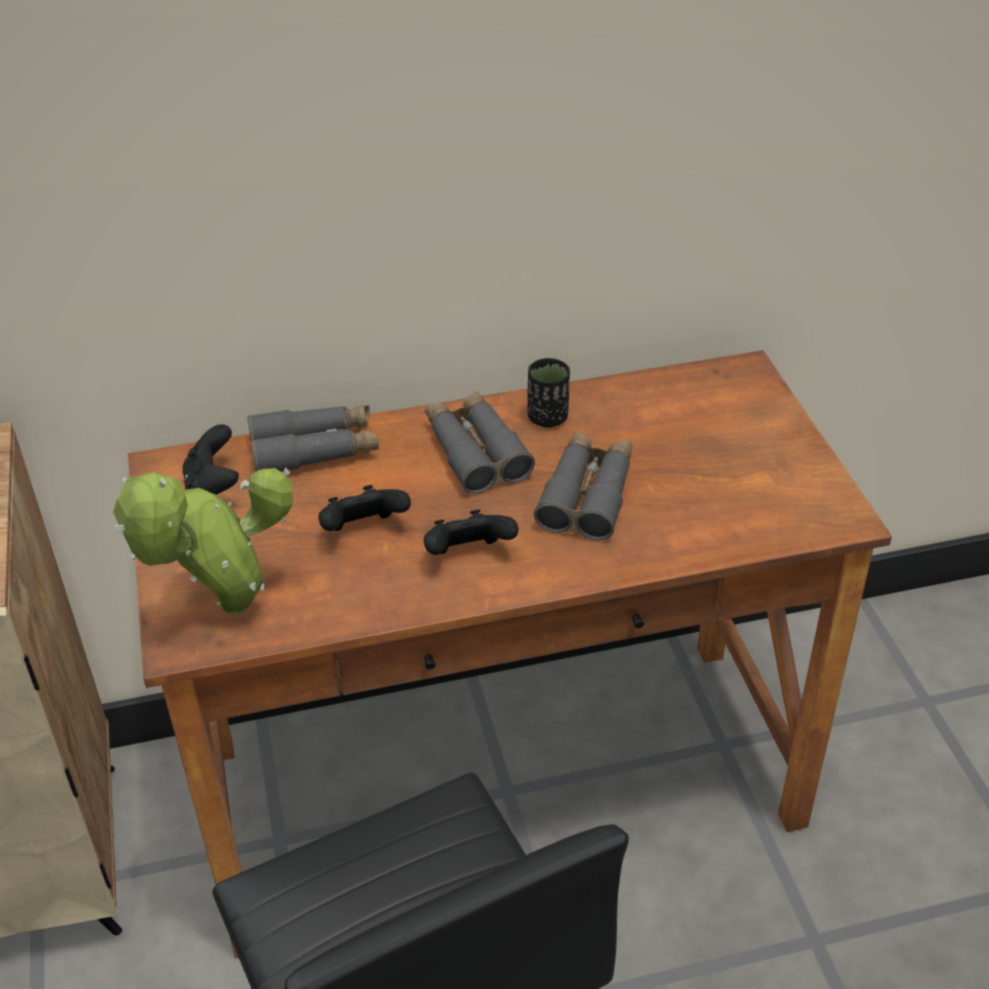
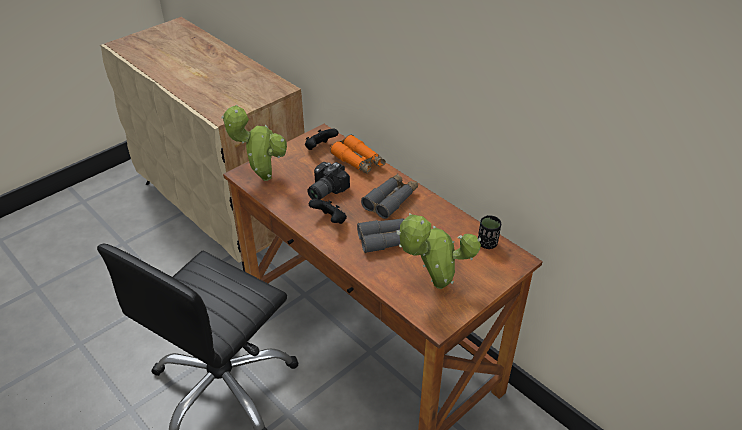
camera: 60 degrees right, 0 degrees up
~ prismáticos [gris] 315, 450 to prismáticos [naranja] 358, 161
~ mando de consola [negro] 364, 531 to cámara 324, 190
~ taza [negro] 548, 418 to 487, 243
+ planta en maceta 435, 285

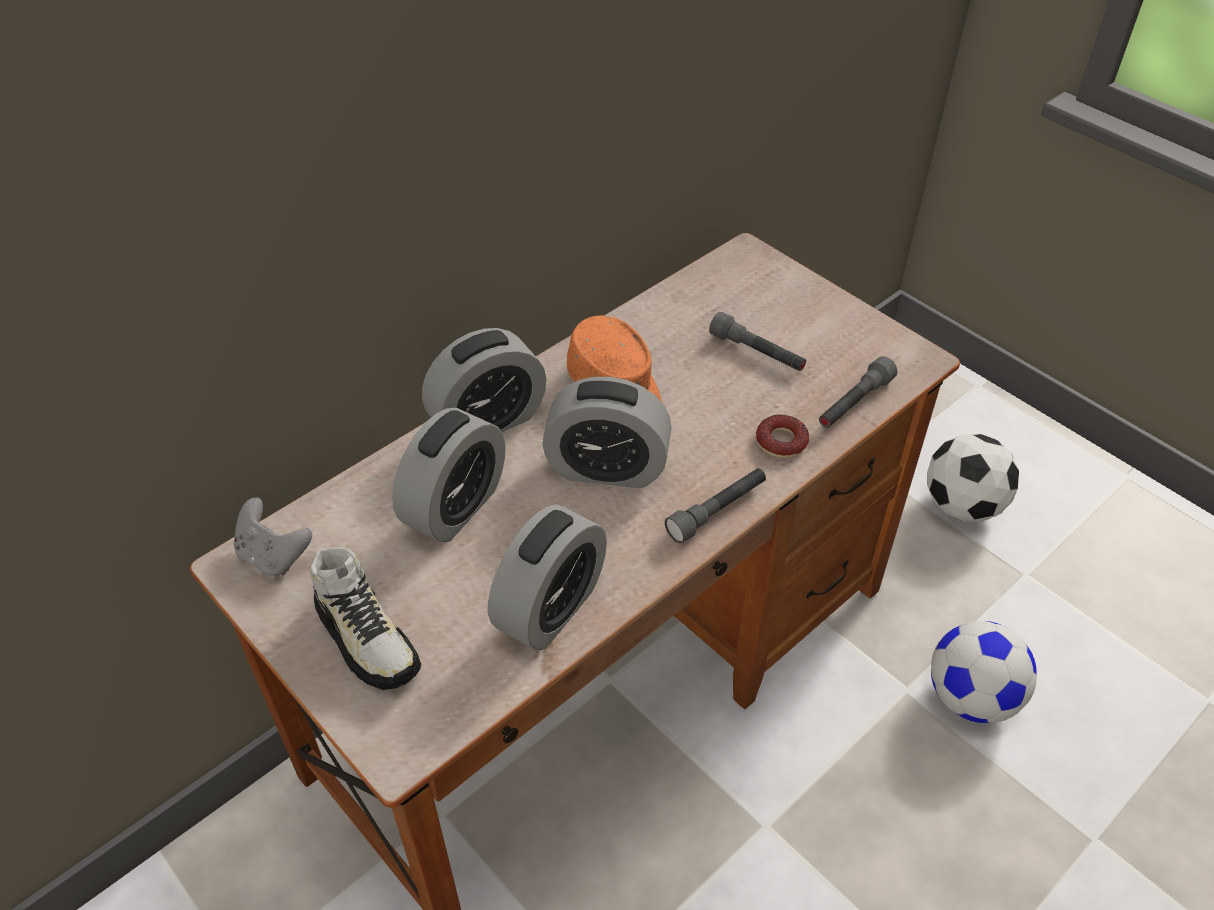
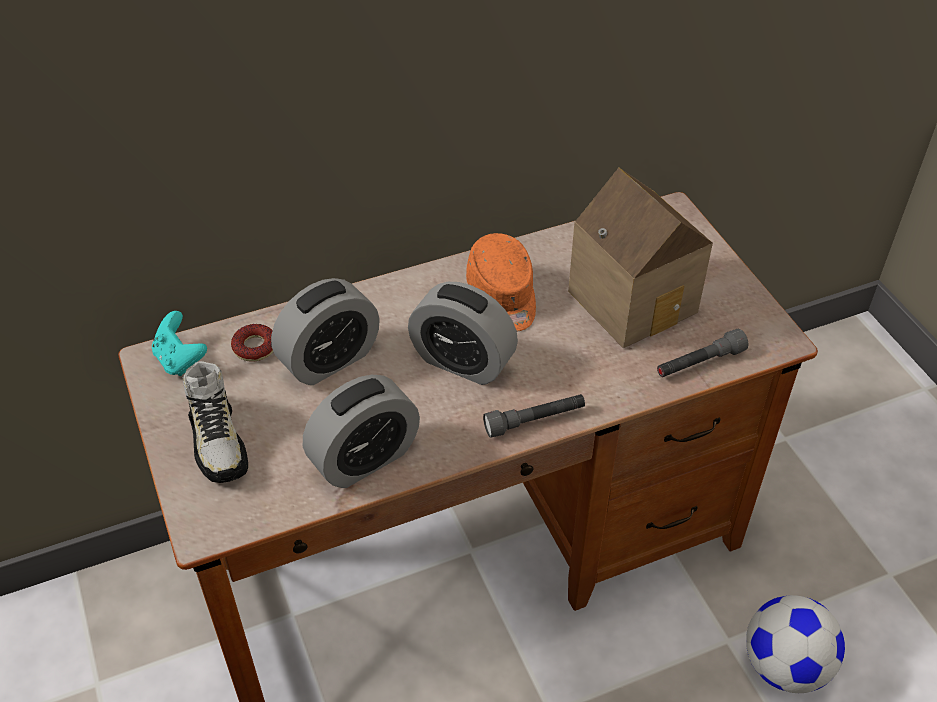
camera: 20 degrees right, 0 degrees up
~ mando de consola [gris] 274, 556 to mando de consola [turquesa] 180, 360
- despertador 488, 421
~ linterna [gris] 757, 353 to casita 636, 299
~ rosquilla 781, 442 to 255, 347
- balón de fútbol 962, 505

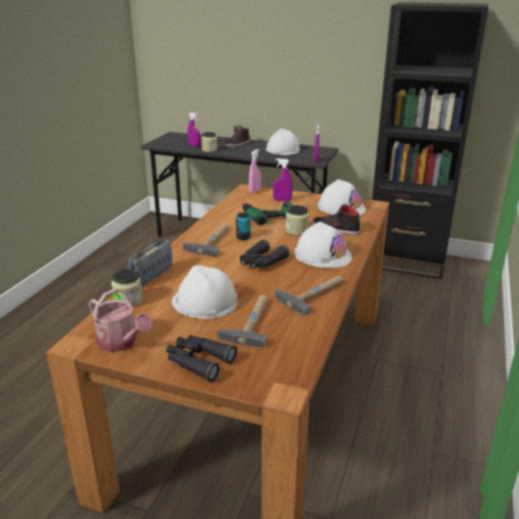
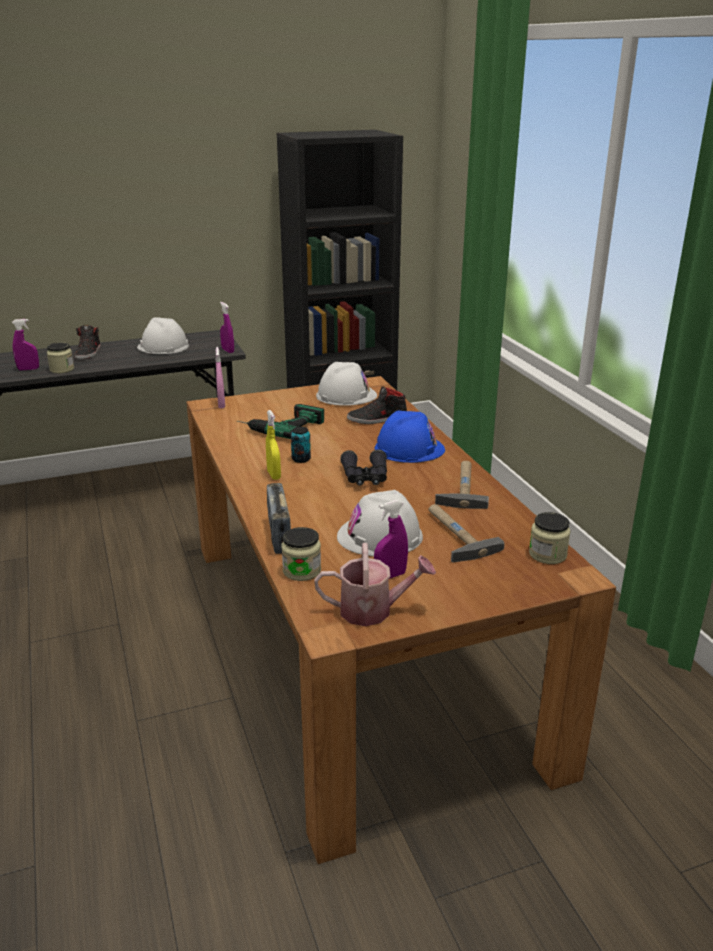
camera: 40 degrees left, 0 degrees up
- prismáticos [negro] 198, 361
~ martillo 211, 241 to pulverizador [amarillo] 274, 475
~ pulverizador [morado] 282, 201 to 390, 576
~ tarro 297, 231 to 547, 554
~ casco [blanco] 322, 255 to casco [azul] 409, 449

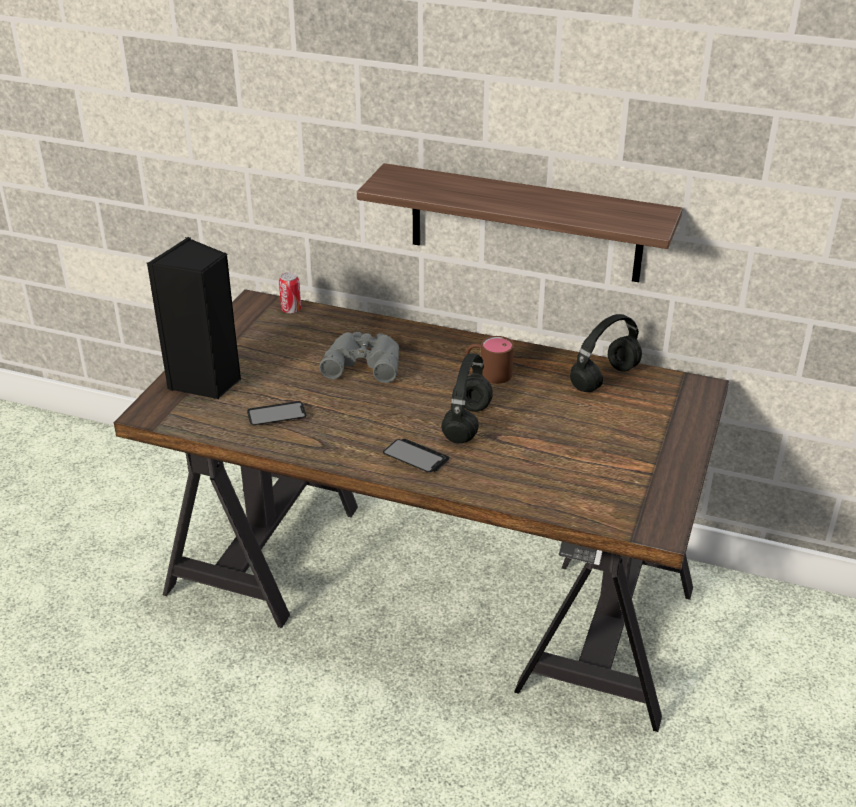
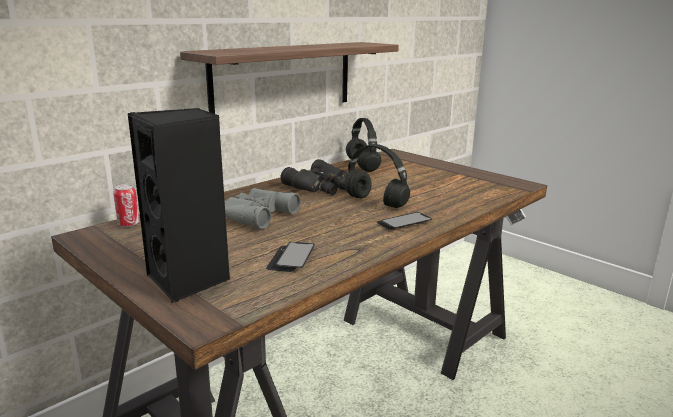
camera: 65 degrees left, 15 degrees down
~ taza grande [marrón] 488, 373 to prismáticos [negro] 321, 186

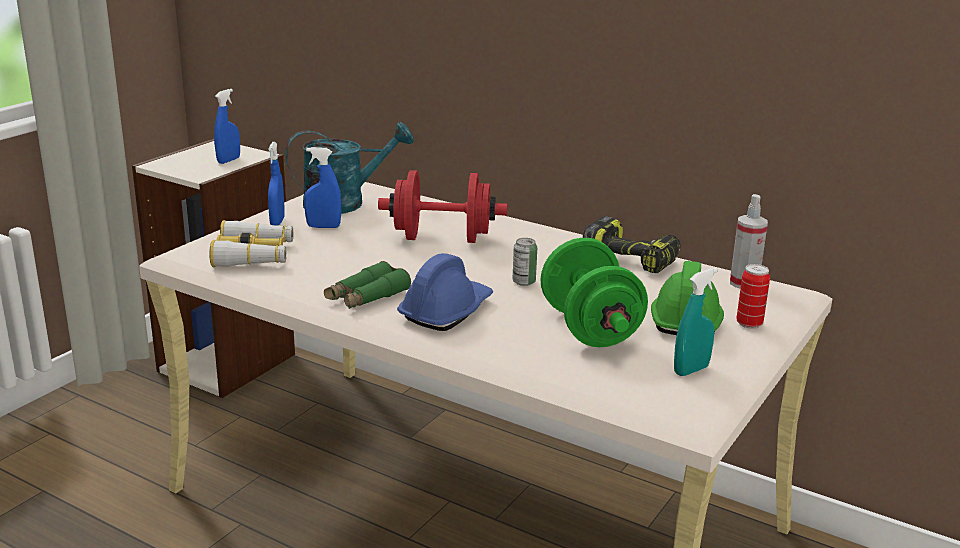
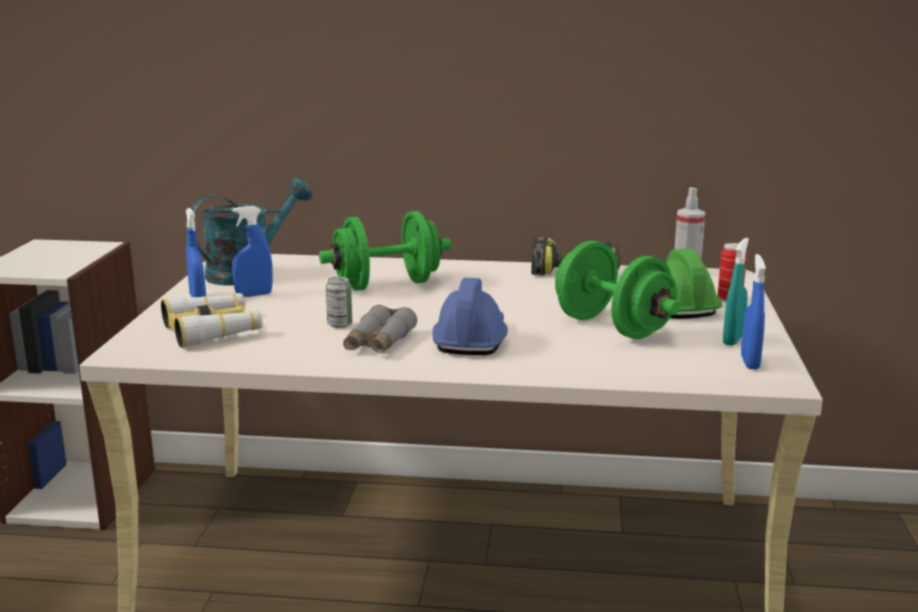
camera: 25 degrees left, 5 degrees down
~ pulverizador [azul] 228, 160 to 750, 362
~ prismáticos [verde] 366, 297 to prismáticos [gris] 379, 342
~ mancuerna [rojo] 442, 238 to mancuerna [verde] 387, 285
~ lata 524, 282 to 340, 324

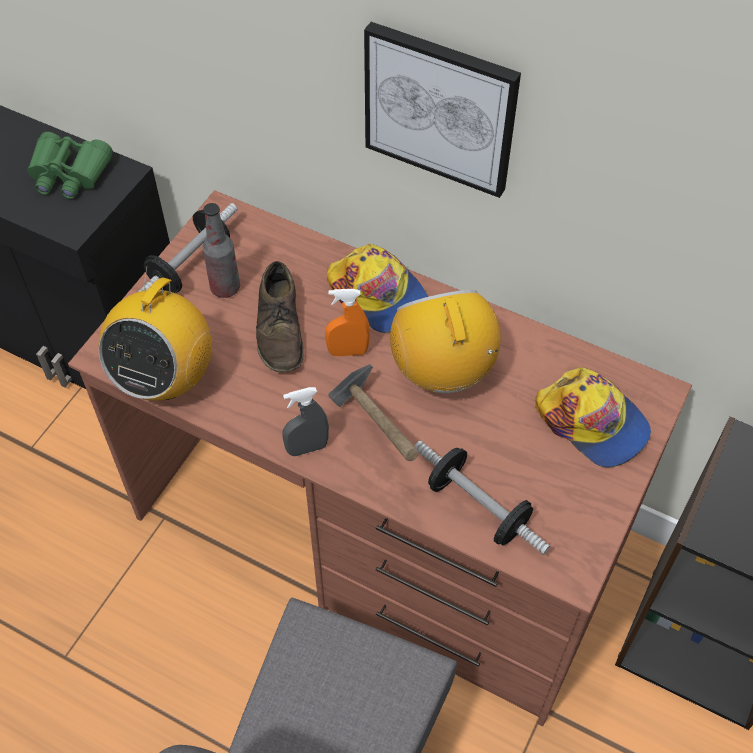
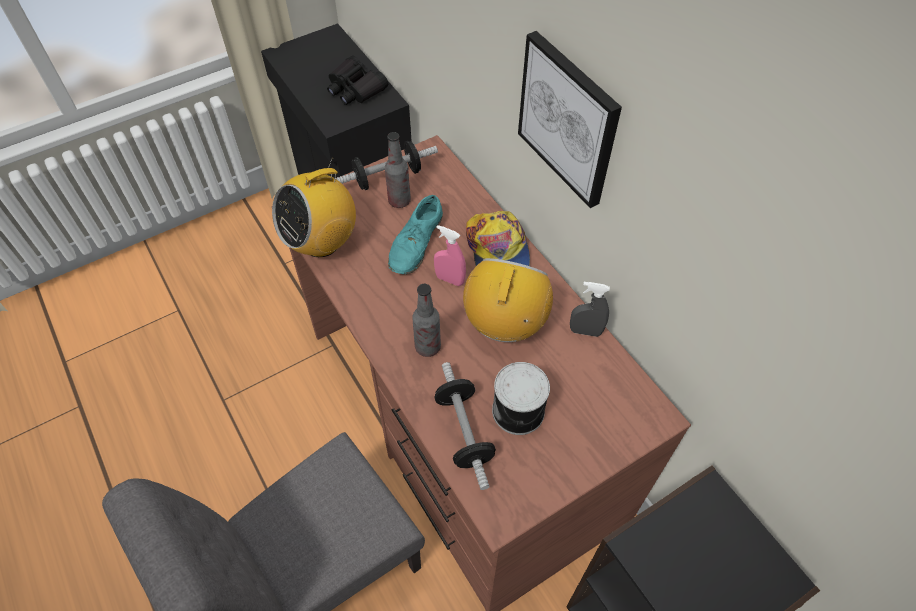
camera: 30 degrees right, 0 degrees up
~ prismáticos [verde] 69, 173 to prismáticos [negro] 355, 88
~ zapato [marrón] 280, 328 to zapato [turquesa] 416, 243
~ pulverizador [gris] 307, 448 to 585, 331
~ pulverizador [naranja] 348, 351 to pulverizador [rosa] 450, 279
~ martillo 376, 438 to botella 427, 347
- gorra 592, 422
+ lata 519, 411

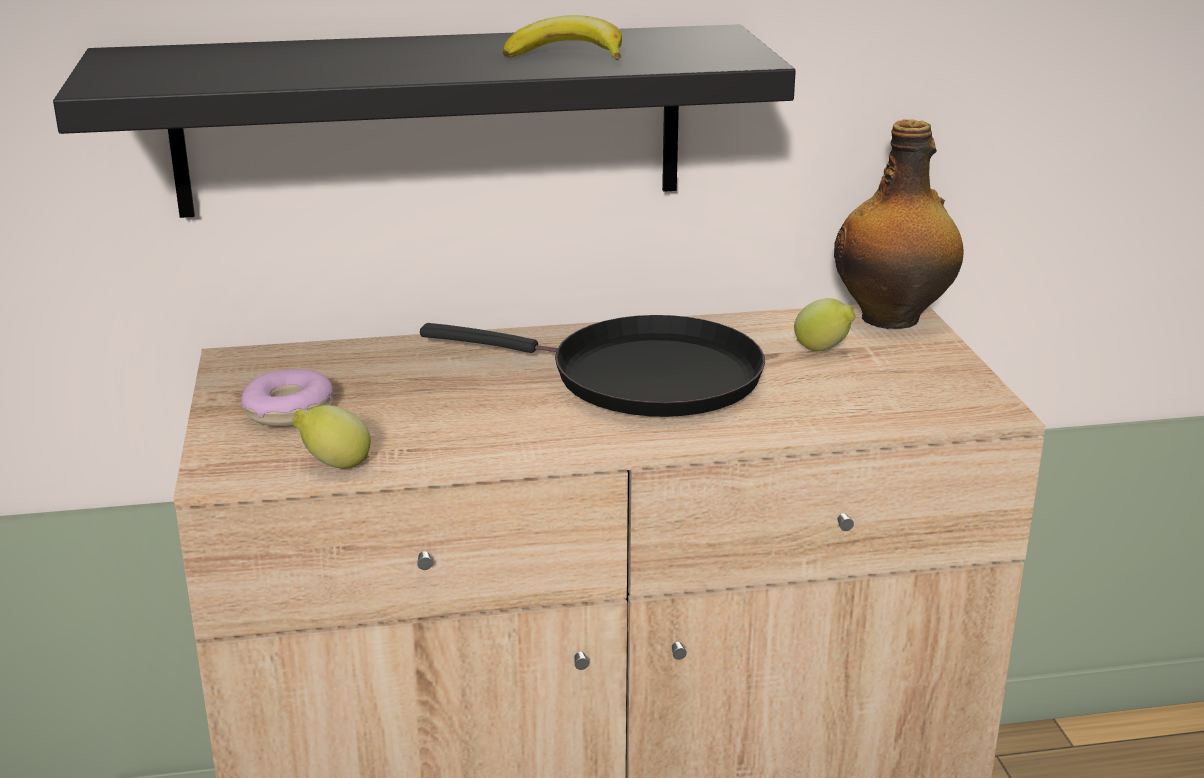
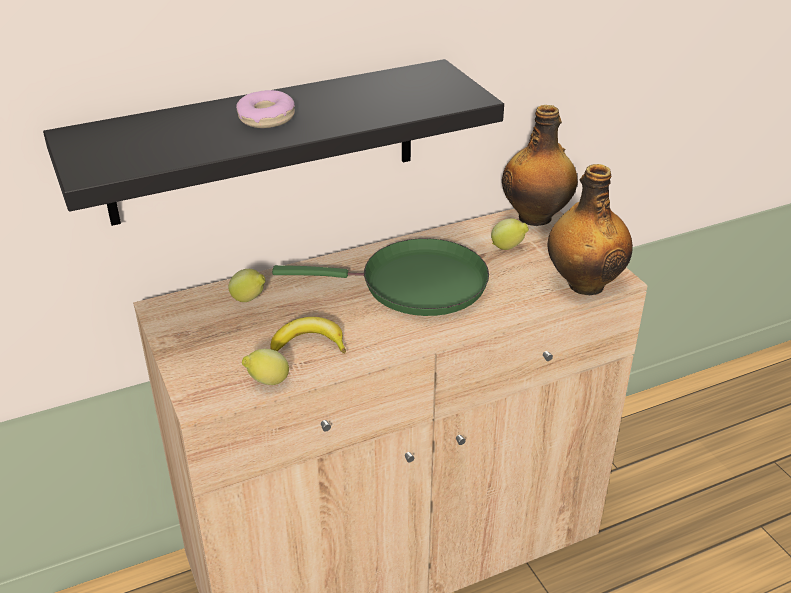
camera: 15 degrees left, 10 degrees up
~ rosquilla 289, 411 to 266, 118
~ sartén [negro] 641, 377 to sartén [verde] 415, 284
~ plátano 568, 55 to 309, 343
+ limón 249, 300
+ botella 584, 283

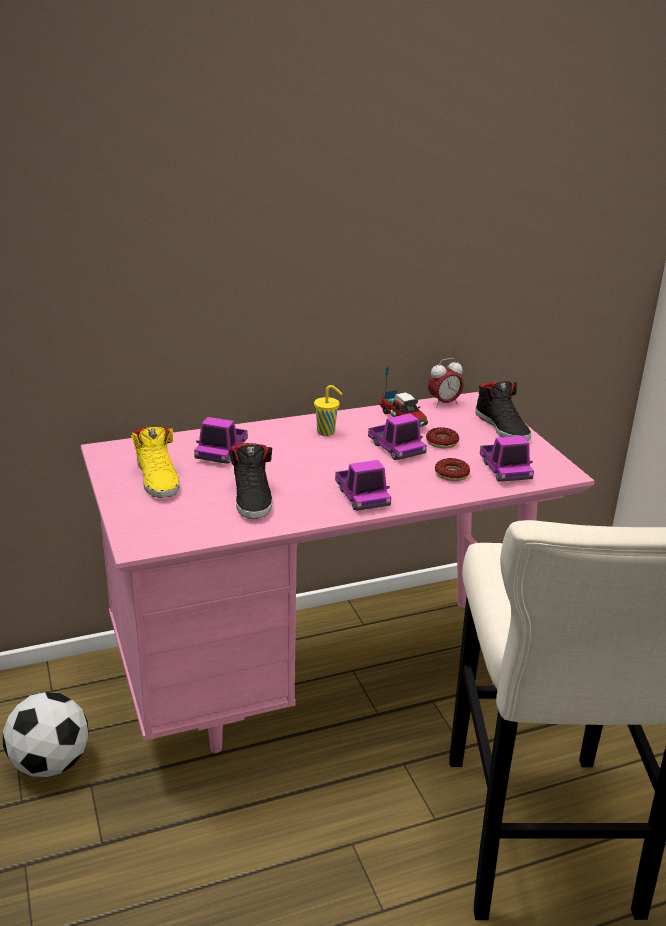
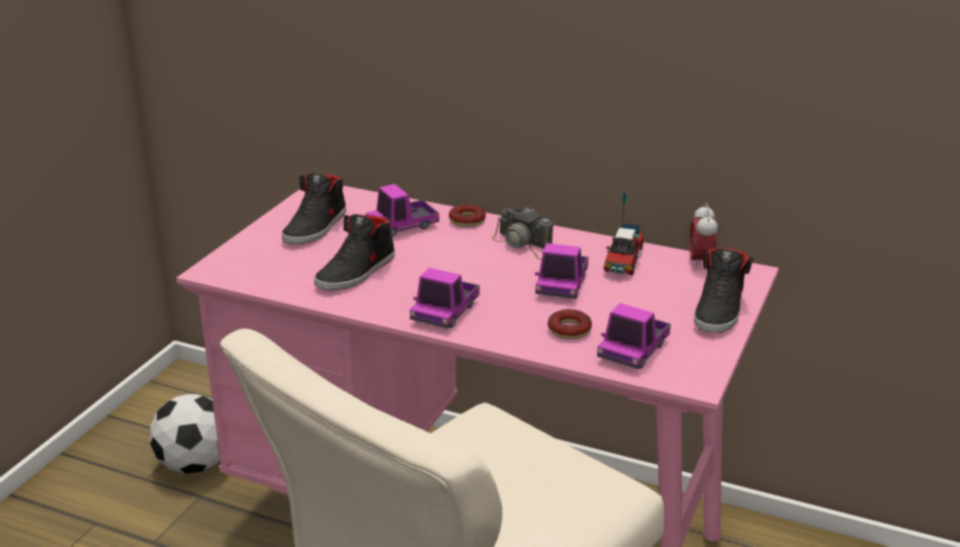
camera: 45 degrees right, 0 degrees up
~ zapato [amarillo] 158, 478 to zapato [negro] 316, 227
~ taza [amarillo] 327, 432 to cámara 525, 245
~ rosquilla 442, 442 to 467, 220
~ despertador 444, 403 = 700, 262 75 degrees clockwise

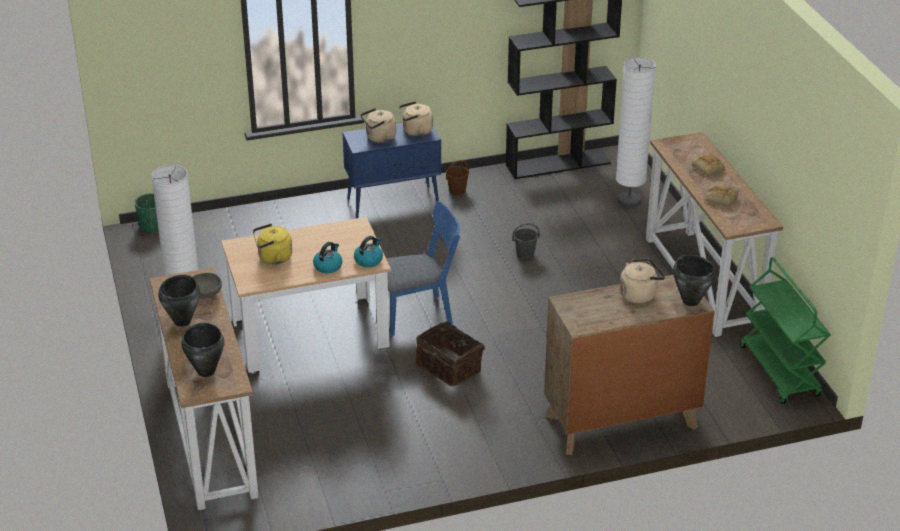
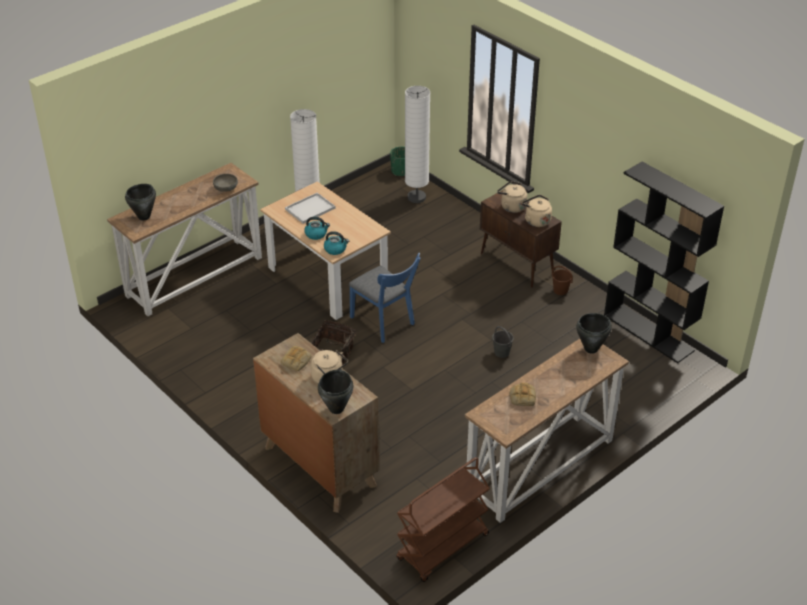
camera: 65 degrees right, 5 degrees up
~ olla [negro] 183, 321 to 591, 349
~ hervidor [amarillo] 273, 258 to bandeja [blanco] 310, 208
~ armario [azul] 394, 202 to armario [marrón] 517, 264
~ lámpara de pie [blanco] 629, 201 to 416, 197
~ pan 708, 168 to 296, 361
~ carrito [verde] 780, 372 to carrito [marrón] 443, 548

